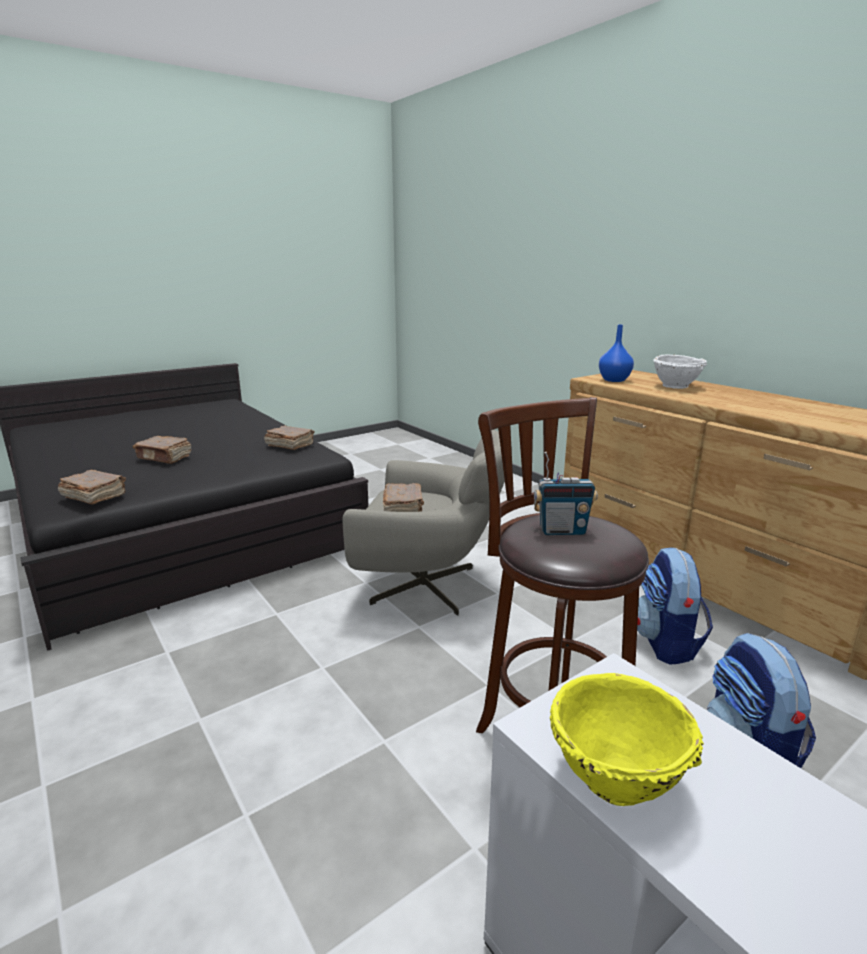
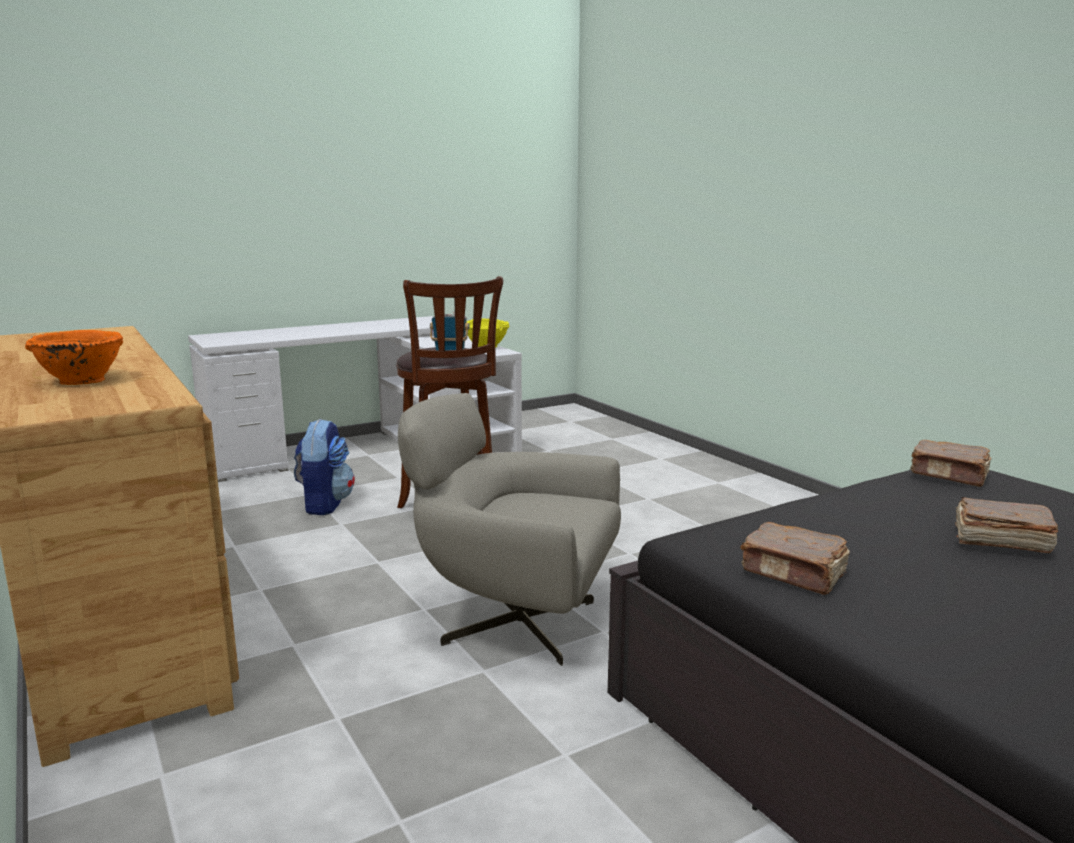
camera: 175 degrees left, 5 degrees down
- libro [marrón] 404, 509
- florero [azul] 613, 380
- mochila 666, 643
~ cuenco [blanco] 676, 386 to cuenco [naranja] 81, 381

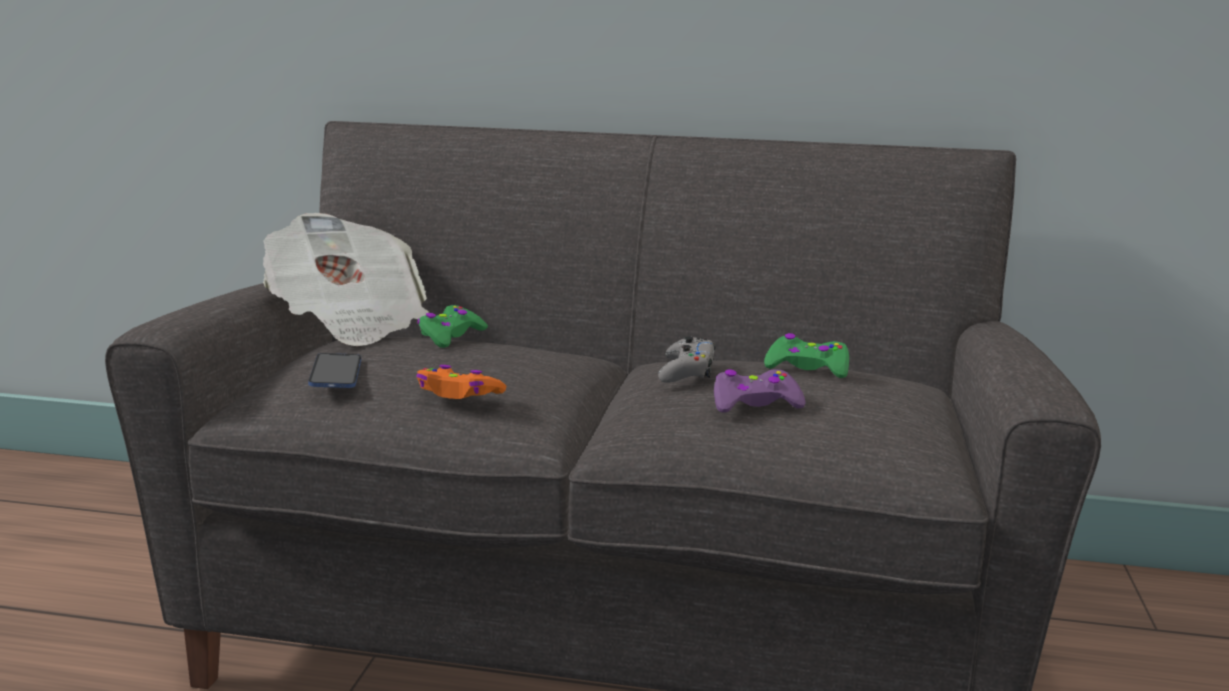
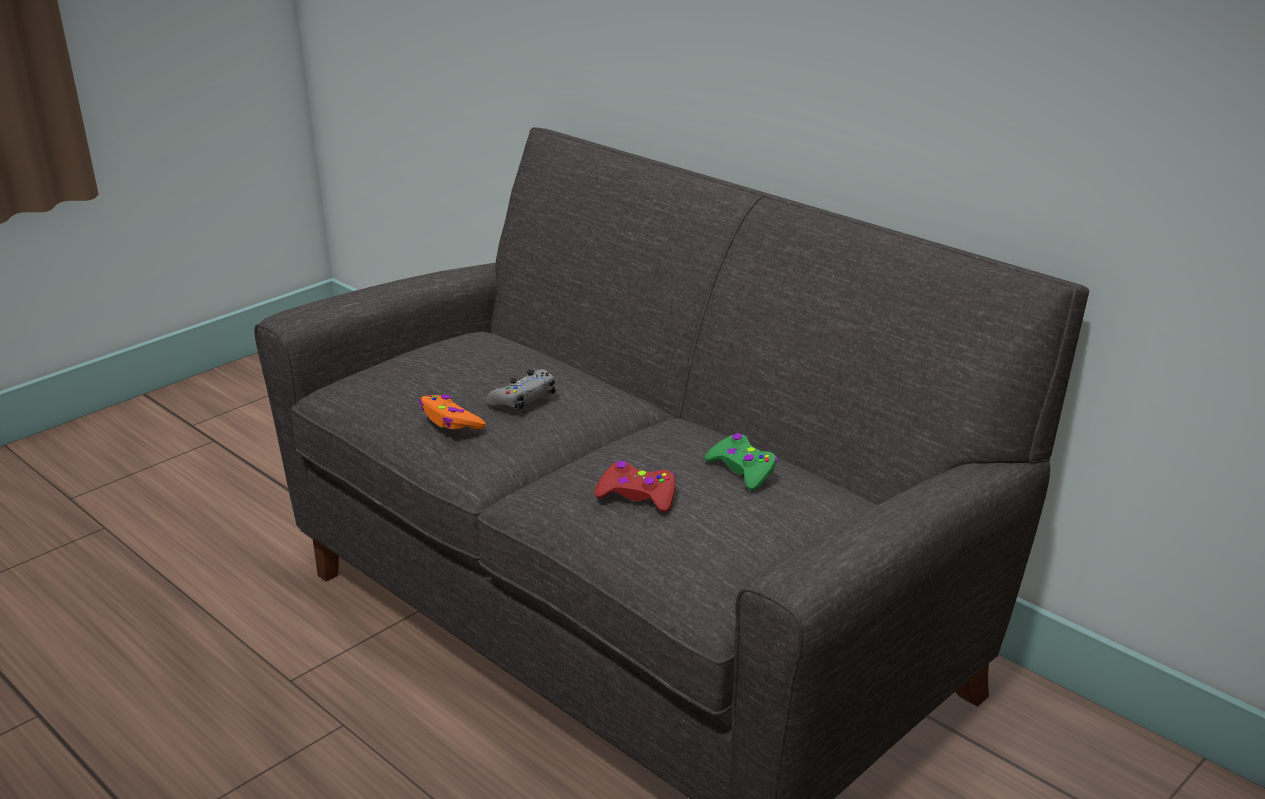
camera: 35 degrees right, 10 degrees up
- periódico 349, 321
- móvil 336, 373
- mando de consola [verde] 450, 336
~ mando de consola [gris] 687, 371 to 523, 398
~ mando de consola [morado] 755, 403 to mando de consola [rojo] 637, 496

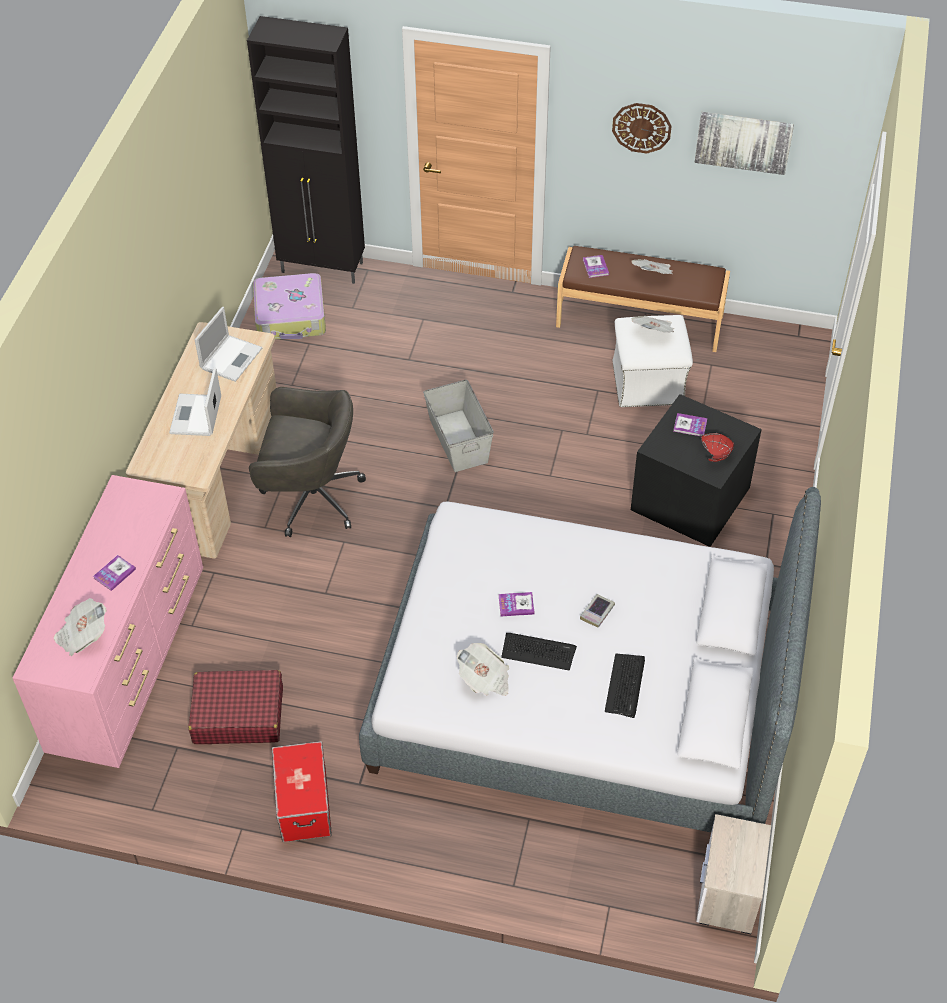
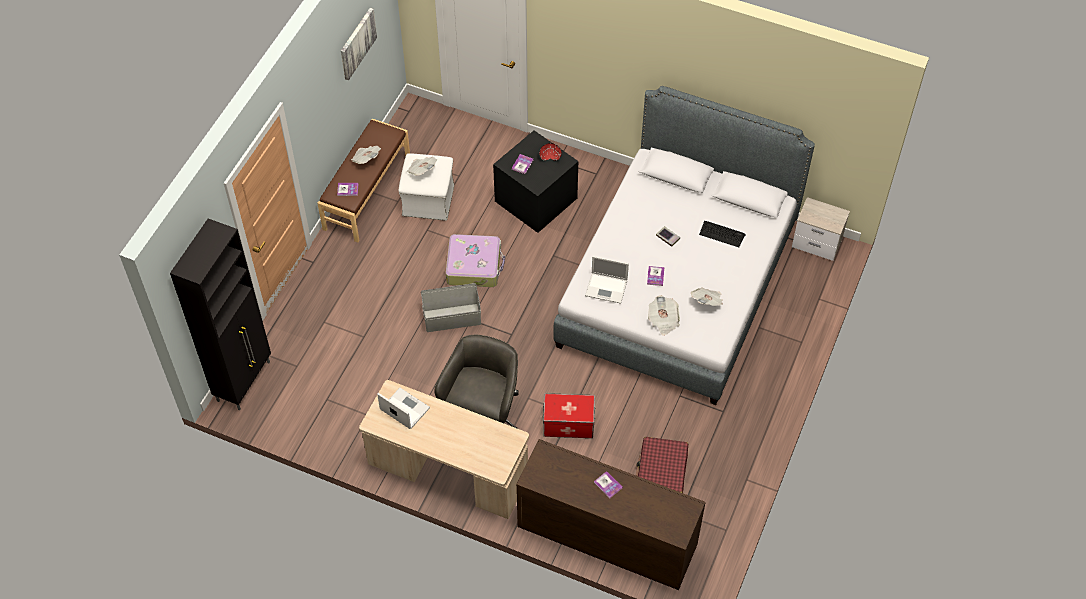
camera: 80 degrees left, 5 degrees up
~ cómoda [rosa] 130, 661 to cómoda [marrón] 606, 538
~ periódico 83, 635 to 663, 320
~ portátil 196, 416 to 607, 288
~ maleta 291, 317 to 474, 266
~ caja de almacenaje 304, 804 to 568, 423
- teclado 538, 651
- reloj de pared 641, 127

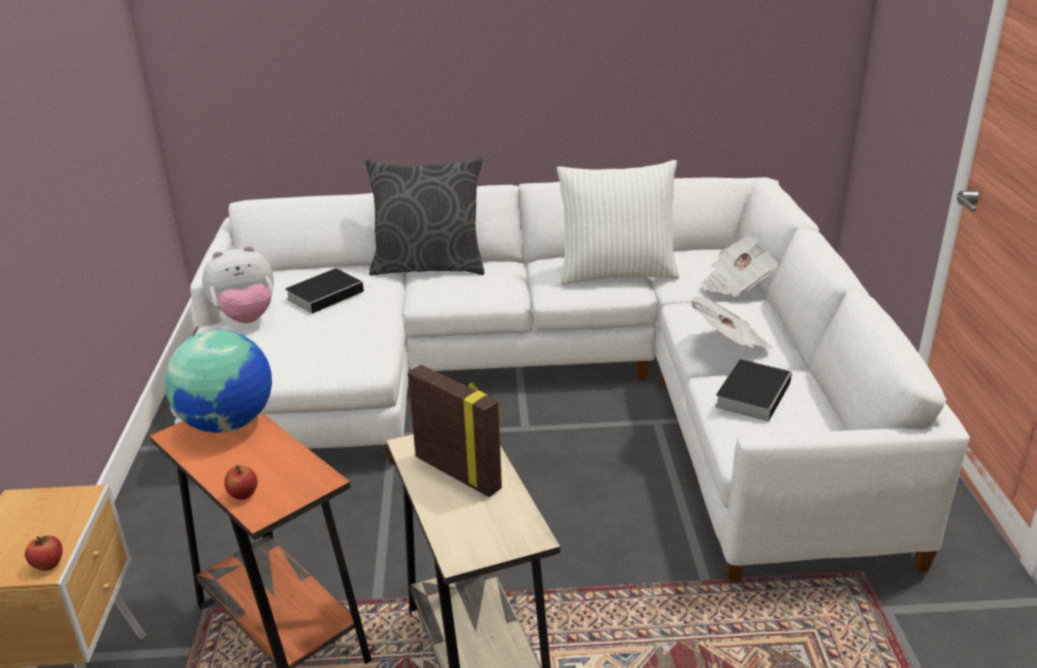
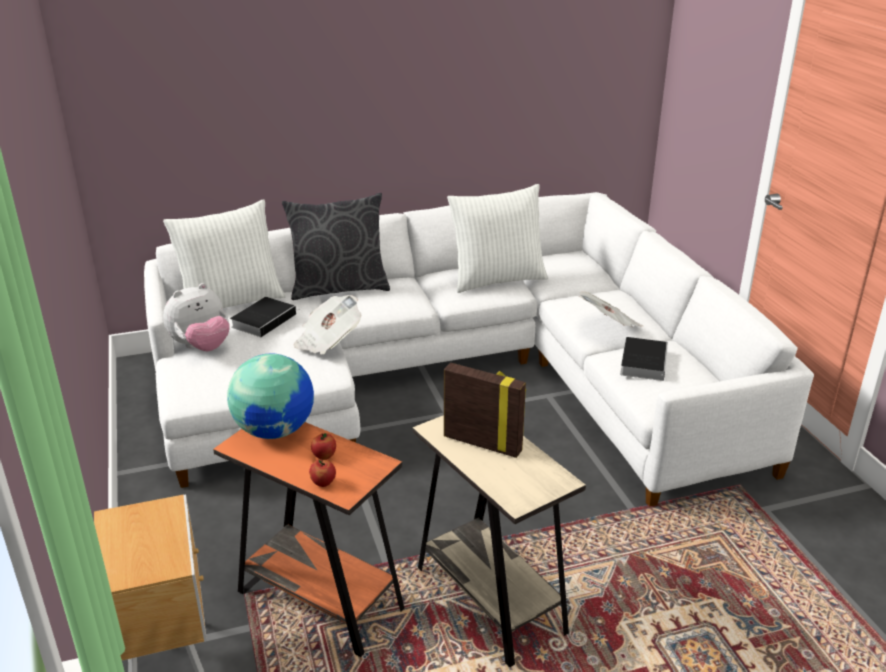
camera: 15 degrees left, 0 degrees up
~ manzana 48, 565 to 324, 456
~ periódico 738, 284 to 328, 340
+ cojín [blanco] 231, 302

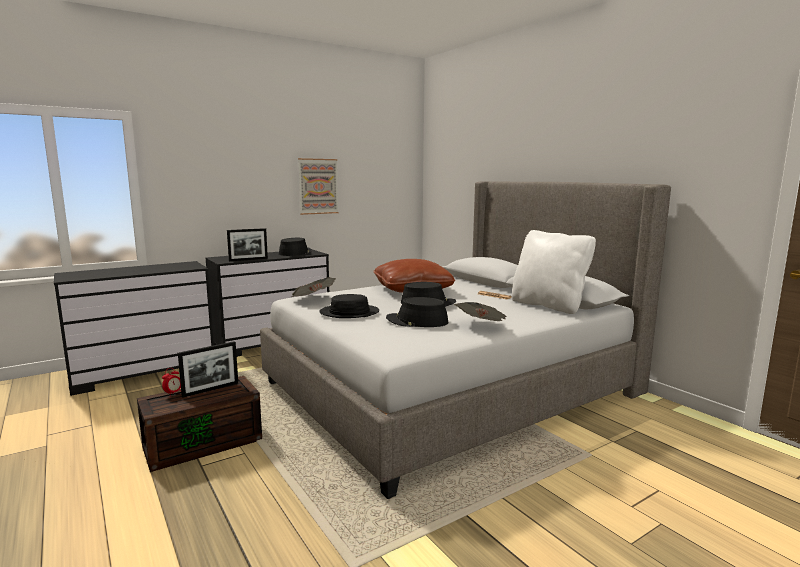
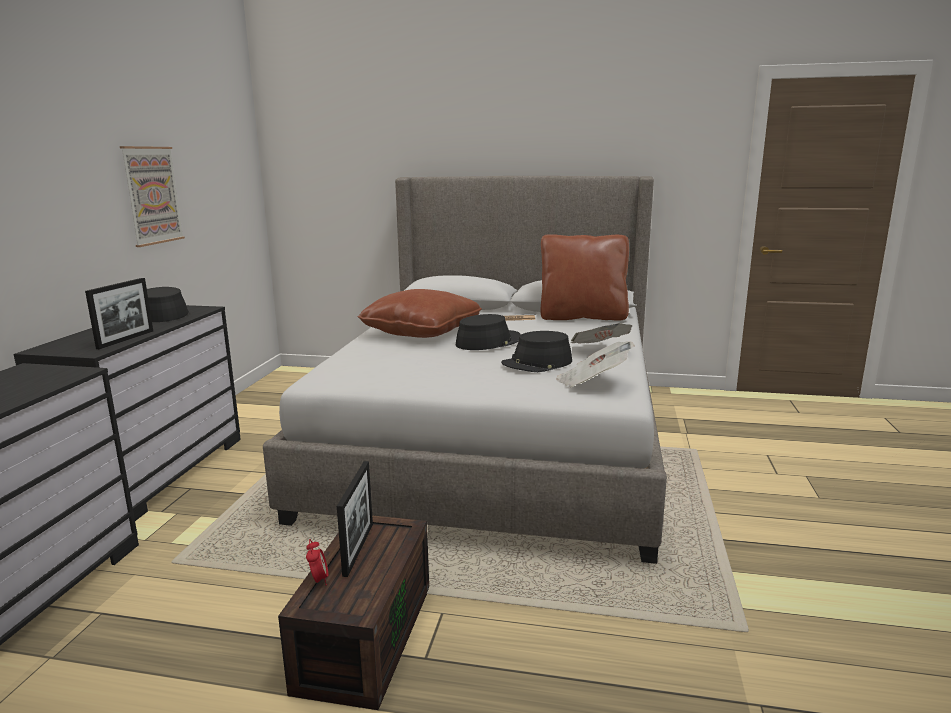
camera: 45 degrees left, 5 degrees up
~ periódico 313, 299 to 592, 383
- sombrero [negro] 349, 312
~ cojín [blanco] 548, 305 to cojín [marrón] 582, 317

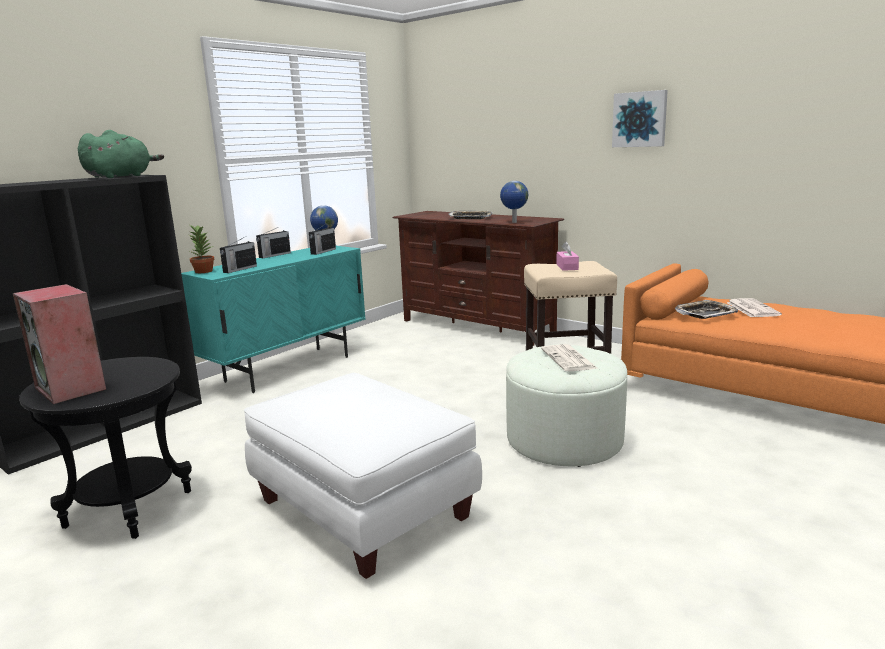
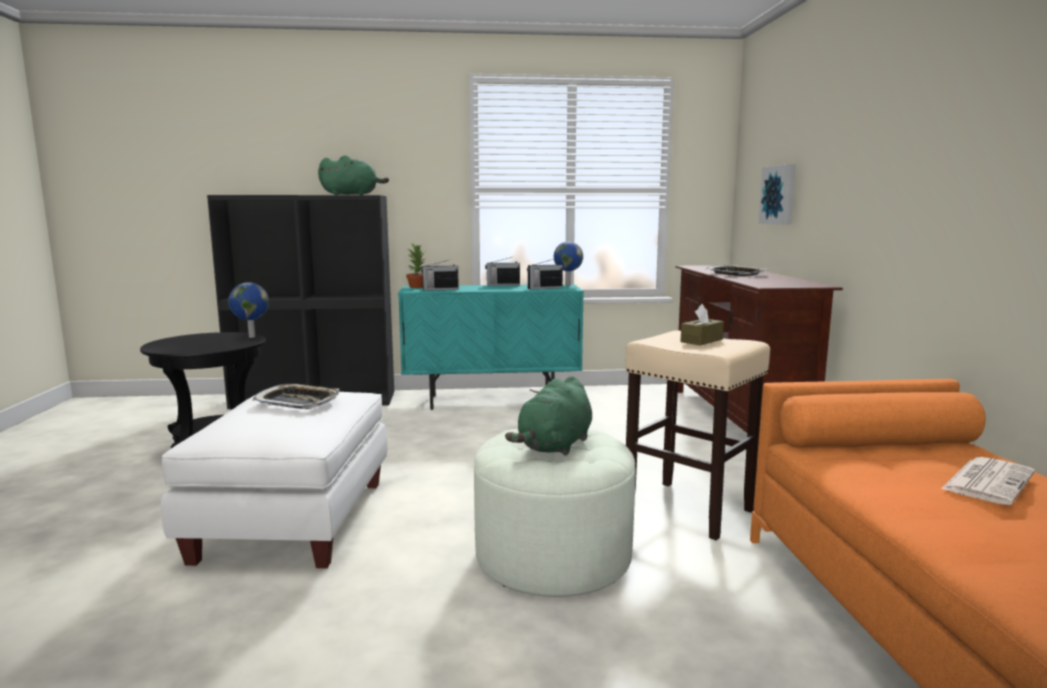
camera: 45 degrees right, 5 degrees down
- altavoz 72, 388
~ globo terráqueo 514, 222 to 251, 337
~ periódico 569, 359 to peluche [verde] 555, 446
~ caja de pañuelos [rosa] 567, 267 to caja de pañuelos [marrón] 701, 340
~ cuadro 640, 119 to 779, 195
~ bandeja 705, 314 to 298, 402

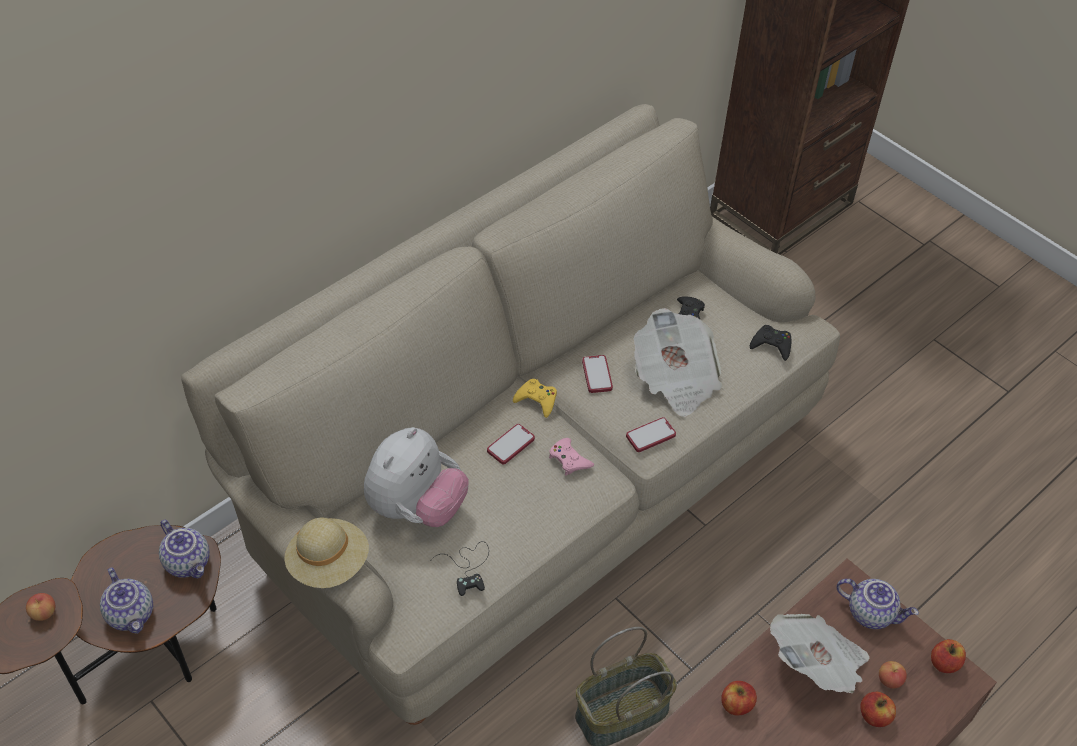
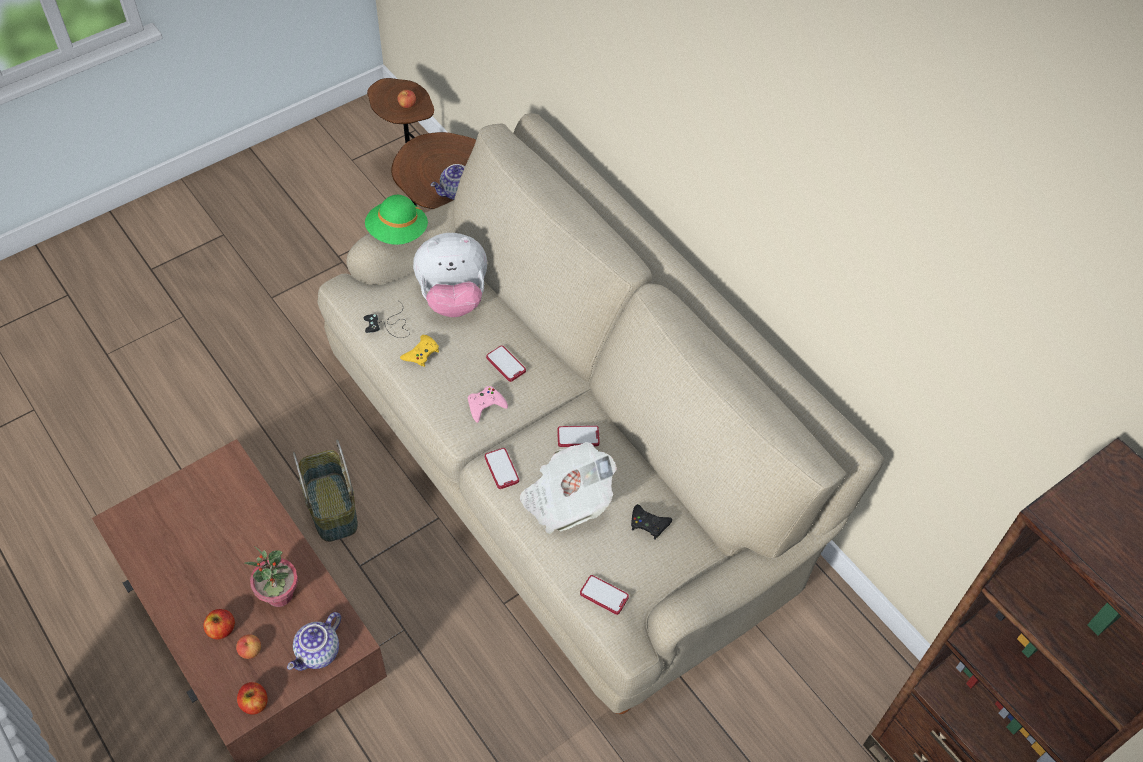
camera: 95 degrees right, 5 degrees up
- tetera 131, 614
~ sombrero [beis] 329, 563 to sombrero [verde] 397, 232
~ peluche 416, 507 = 453, 298 45 degrees counterclockwise
~ mando de consola [amarillo] 537, 400 to 421, 353
- manzana 736, 704
~ mando de consola [negro] 771, 345 to móvil 604, 595
~ periódico 817, 664 to planta en maceta 279, 595

